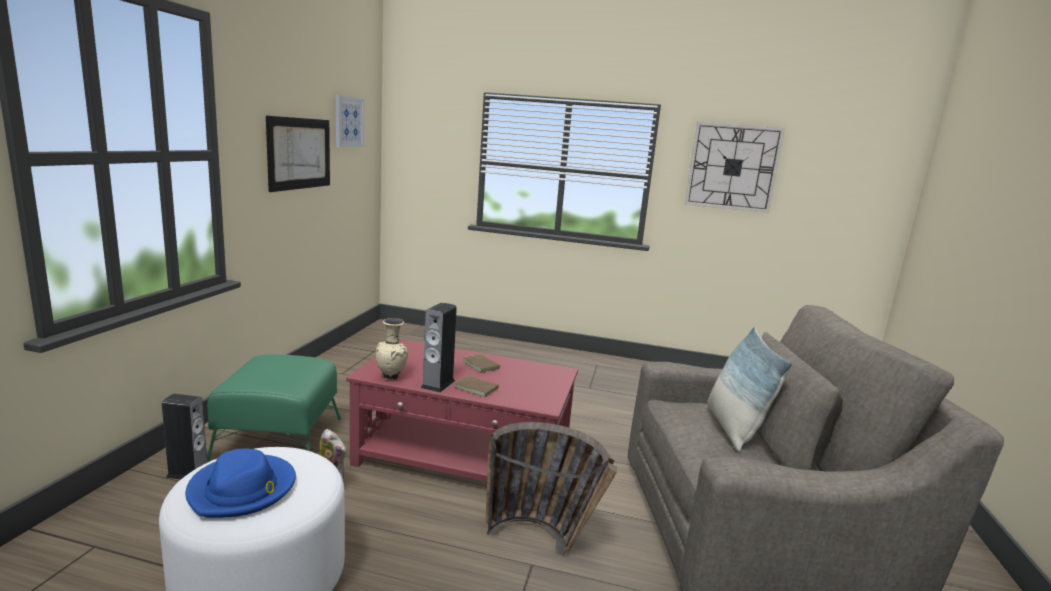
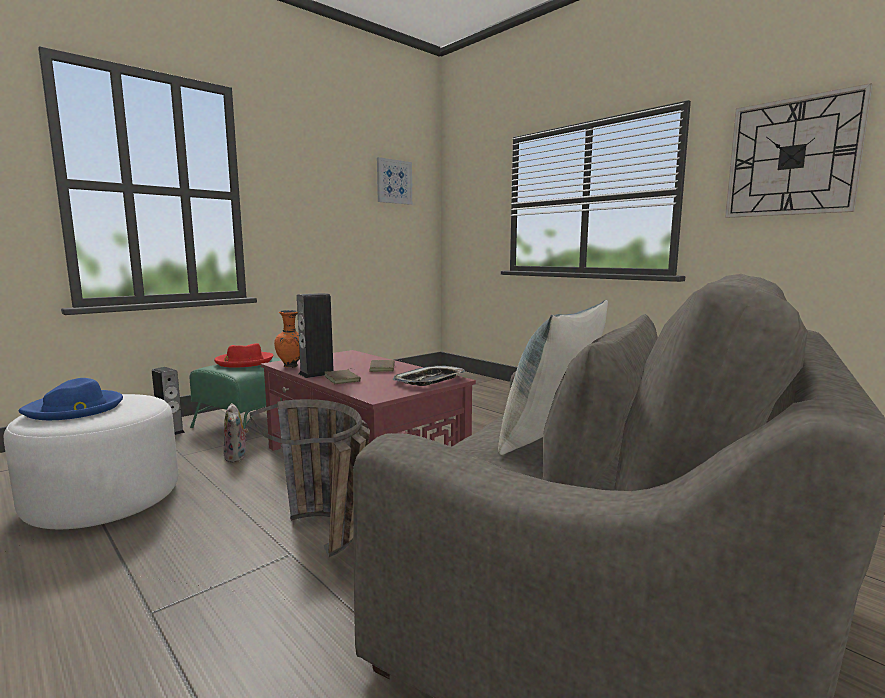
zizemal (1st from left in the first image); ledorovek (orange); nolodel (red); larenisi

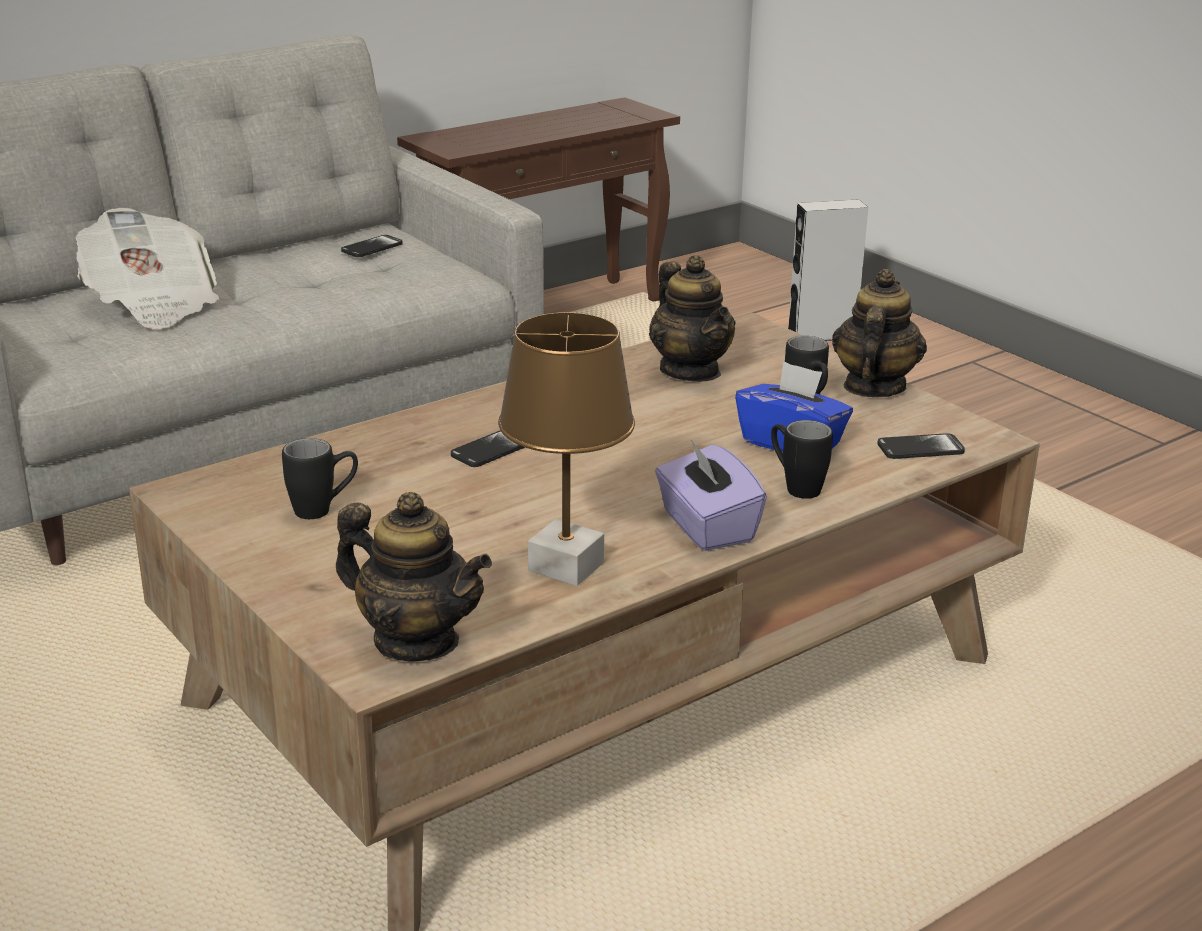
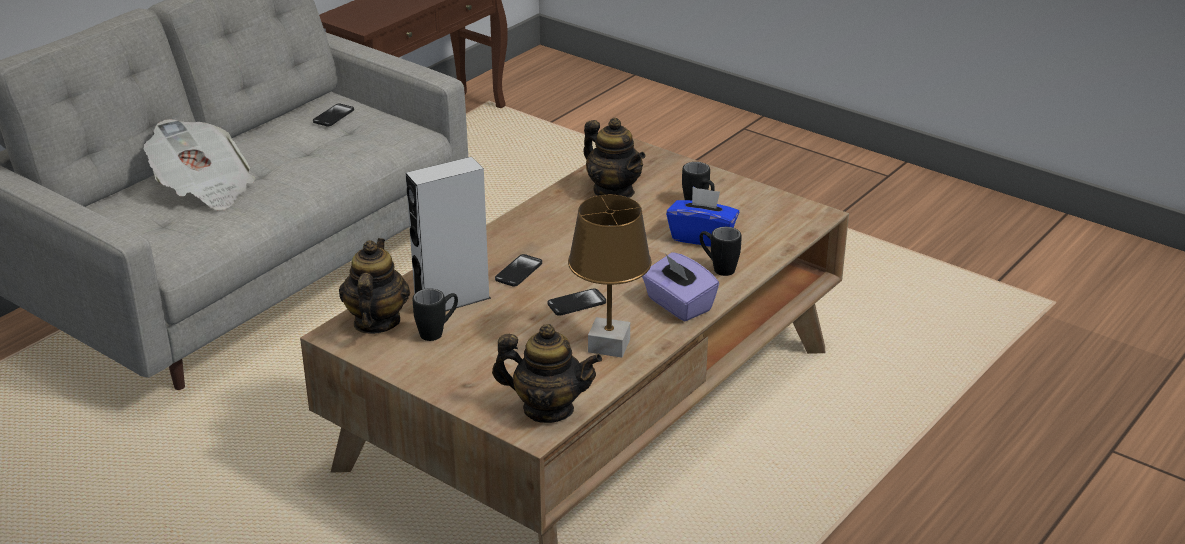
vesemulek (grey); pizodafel (1st from left); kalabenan (3rd from left)

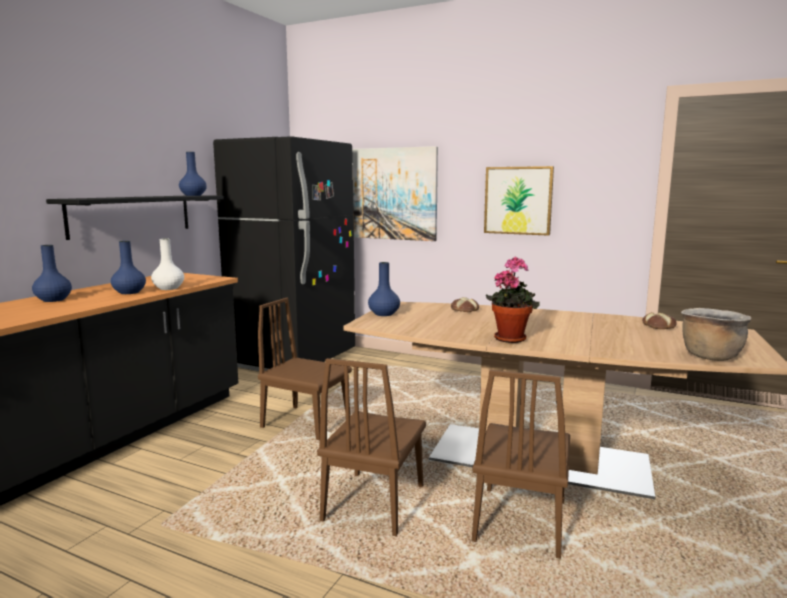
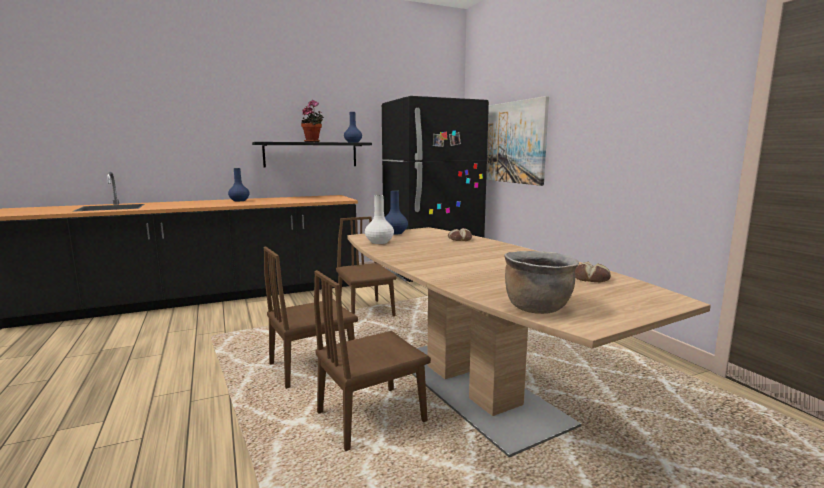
zizemal (2nd from left in the first image); ledorovek (white); ledorovek (blue) (2nd from left in the first image); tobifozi

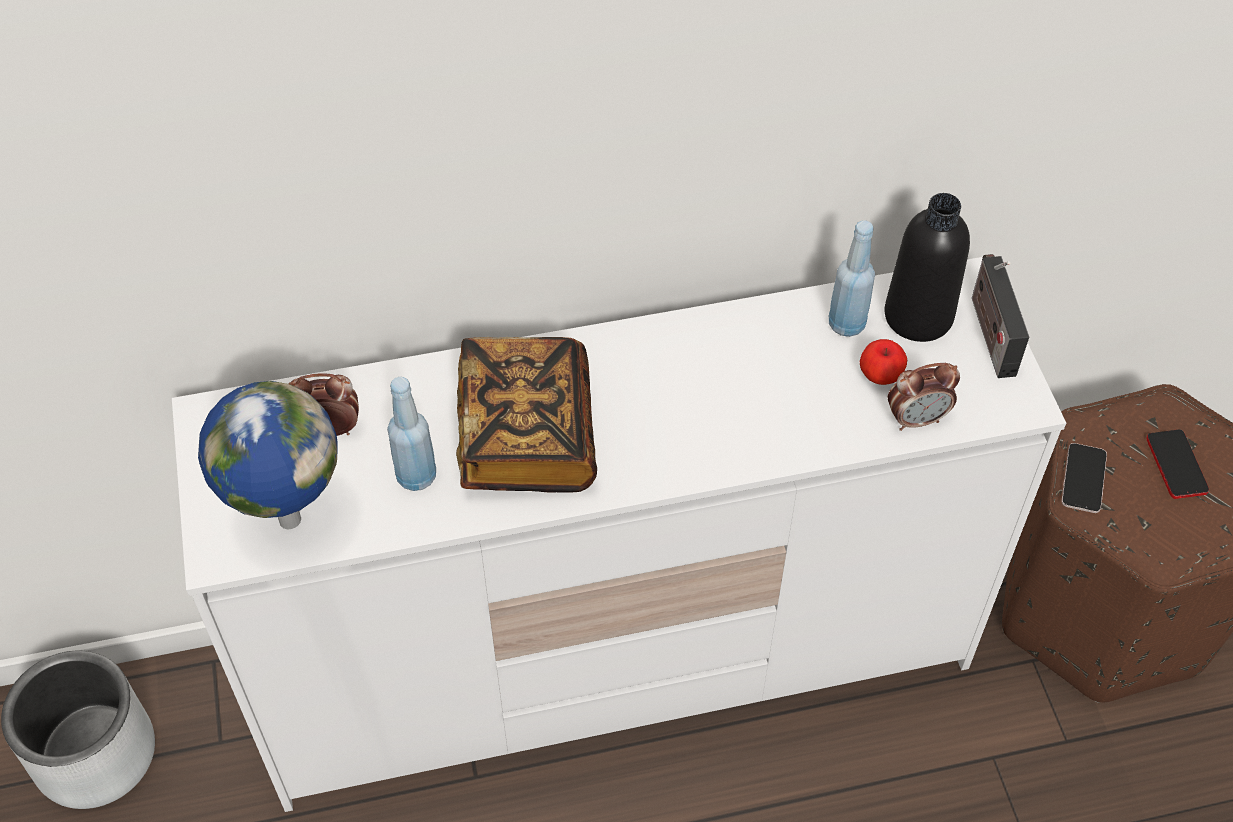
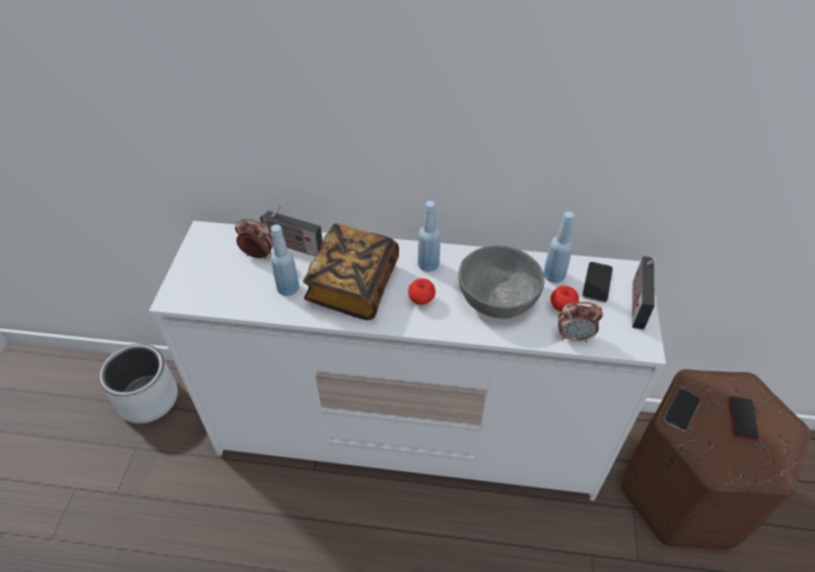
kalabenan (1st from left); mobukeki; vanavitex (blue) (2nd from left); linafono (1st from left); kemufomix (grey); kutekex (1st from left)

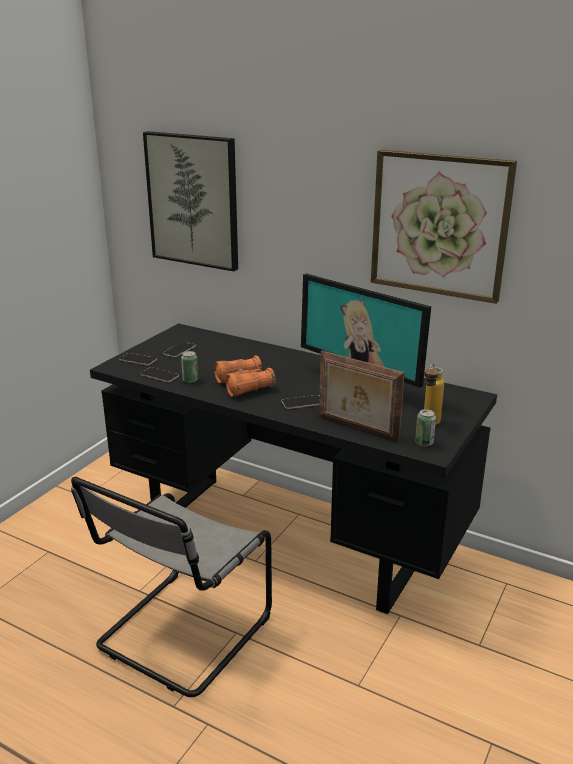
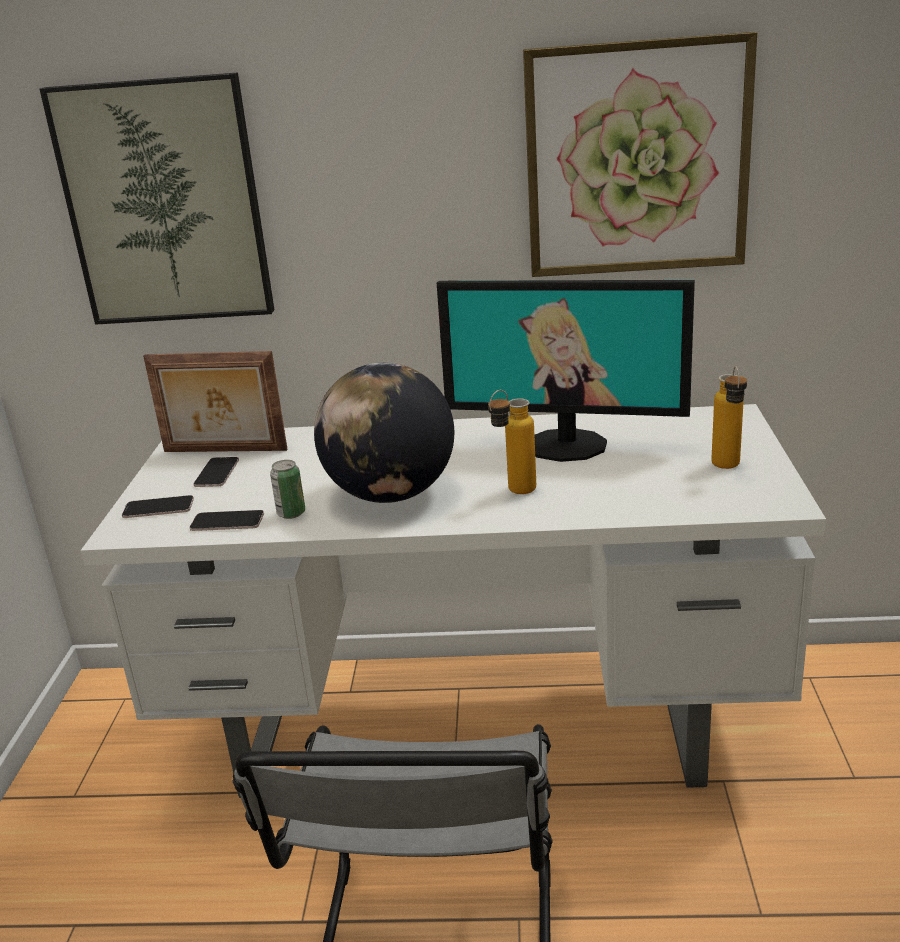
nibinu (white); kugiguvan; mobukeki; vanavitex (1st from left); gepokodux (2nd from left in the first image)

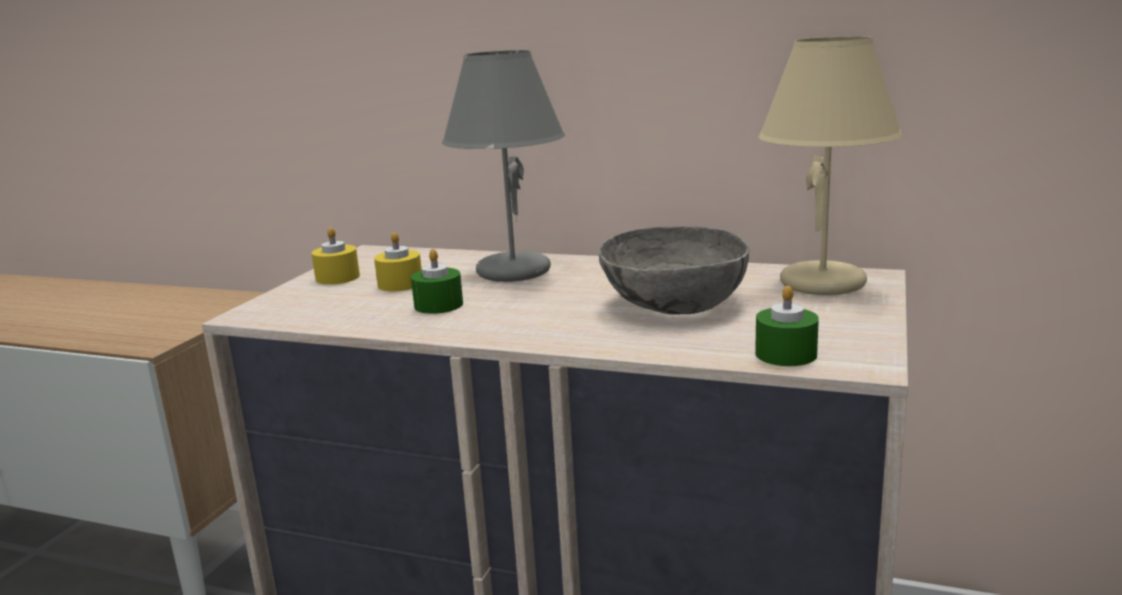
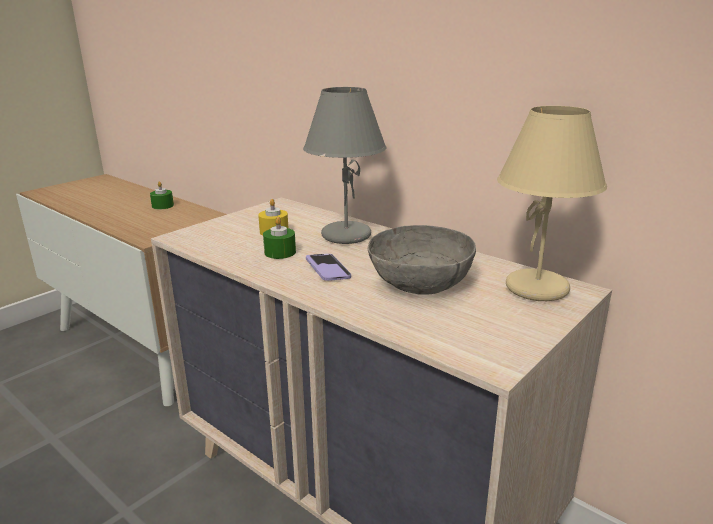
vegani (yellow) (1st from left in the first image); vegani (green) (1st from left); kalabenan

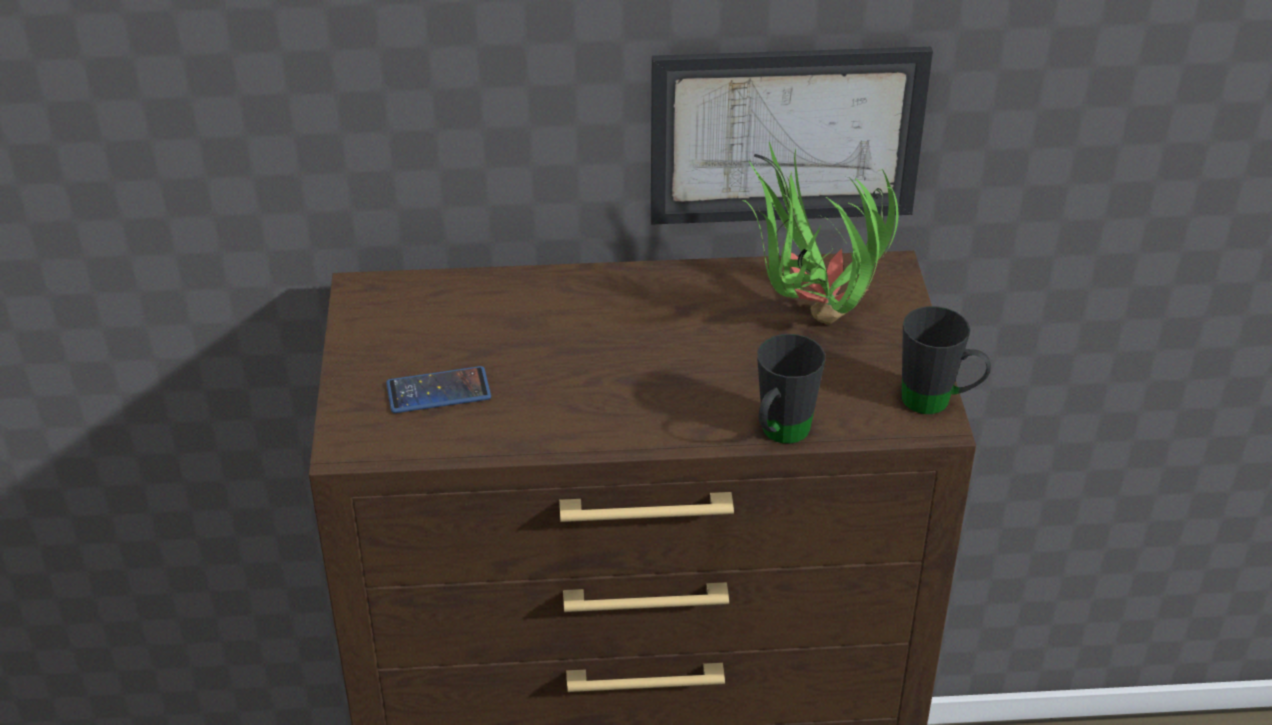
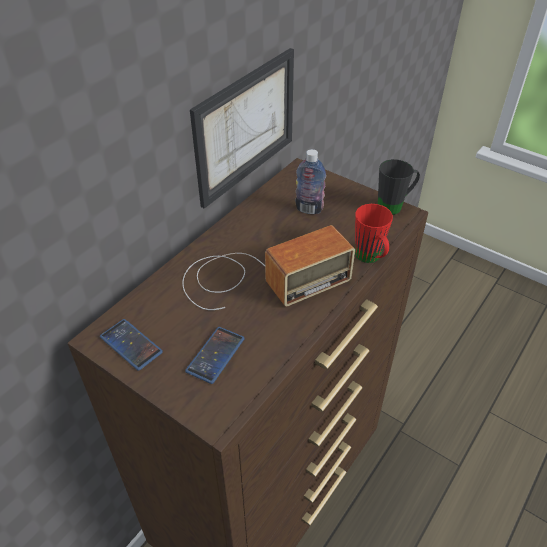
vanavitex; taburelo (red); linafono; kalabenan (1st from left)

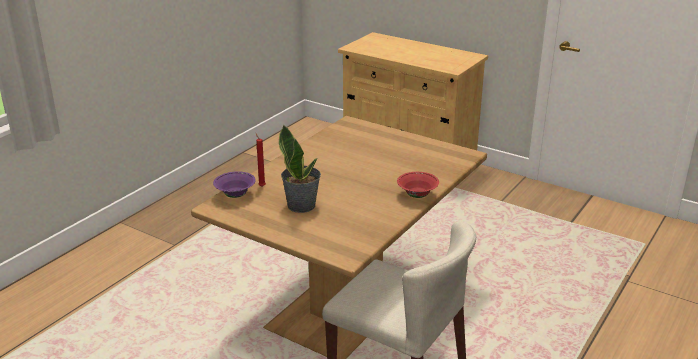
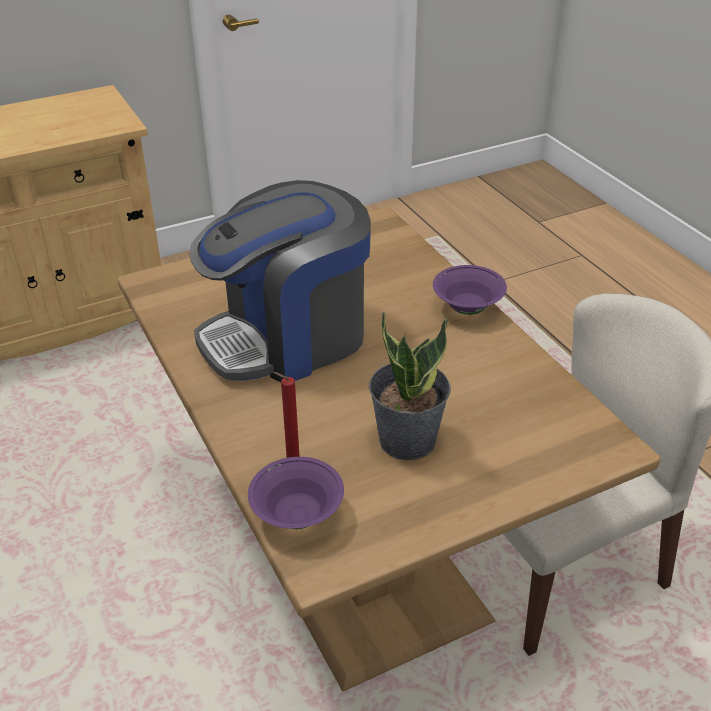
kemufomix (purple) (2nd from left); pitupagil

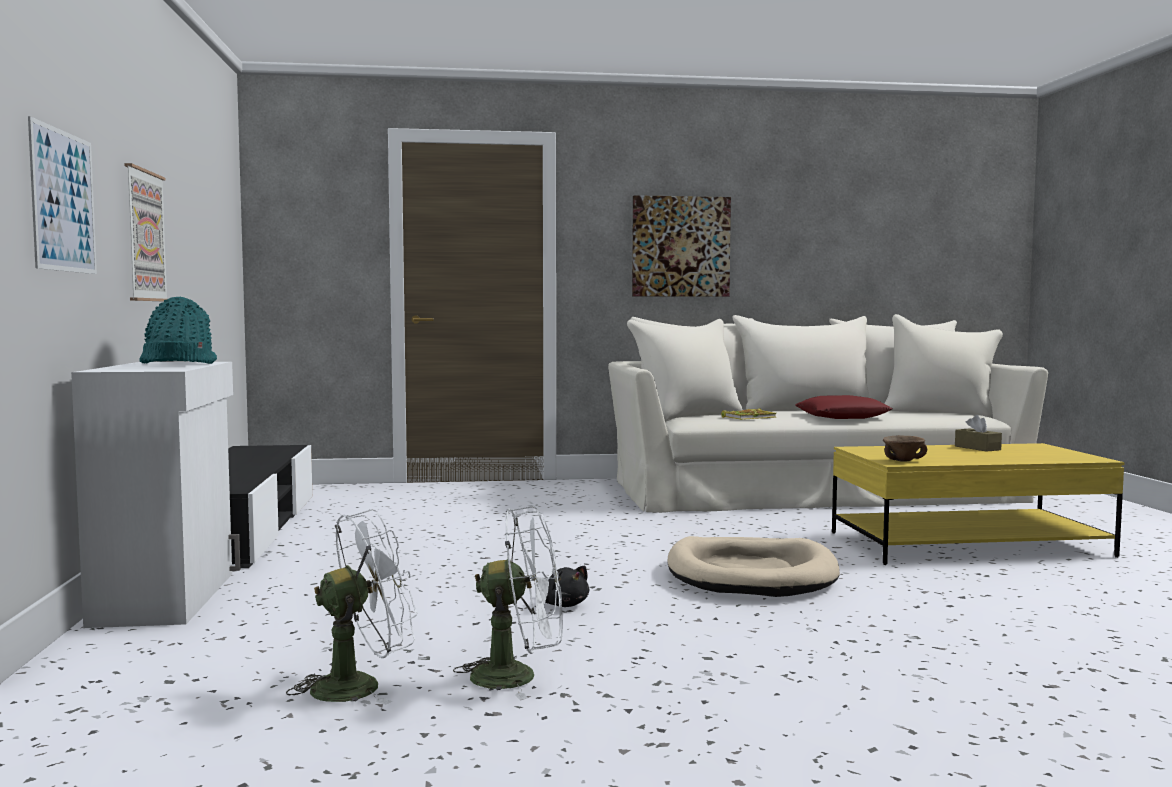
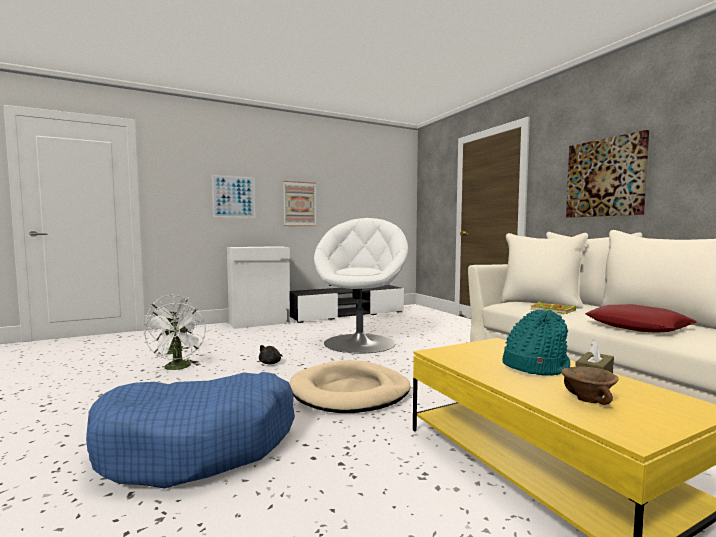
nolodel (turquoise); kemufomix (brown); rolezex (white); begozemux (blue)

